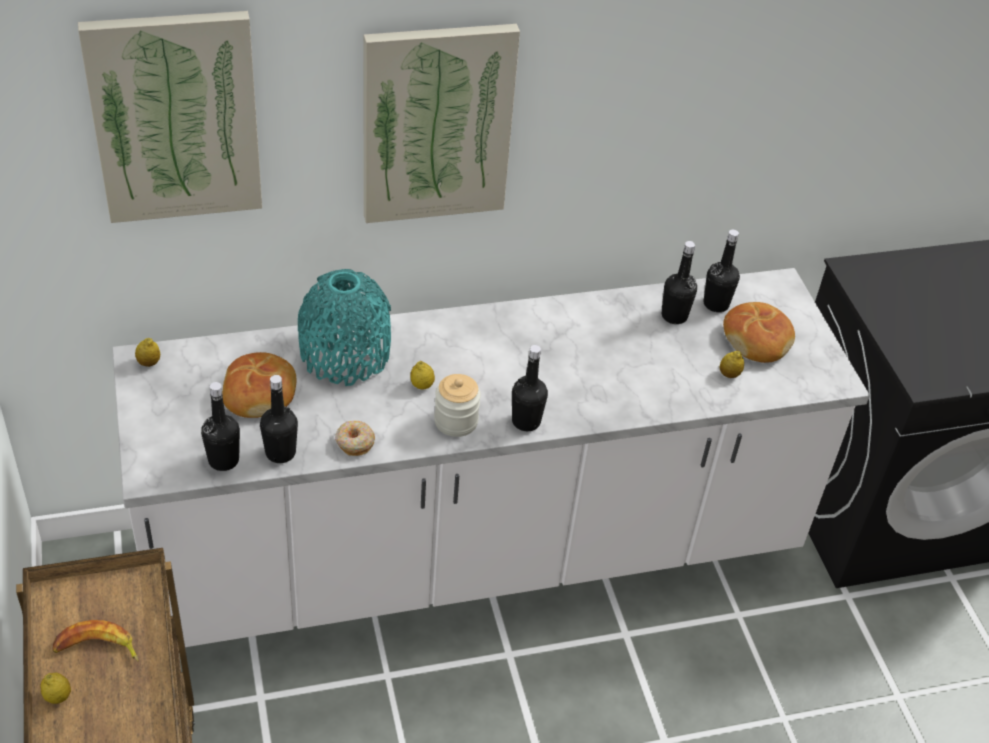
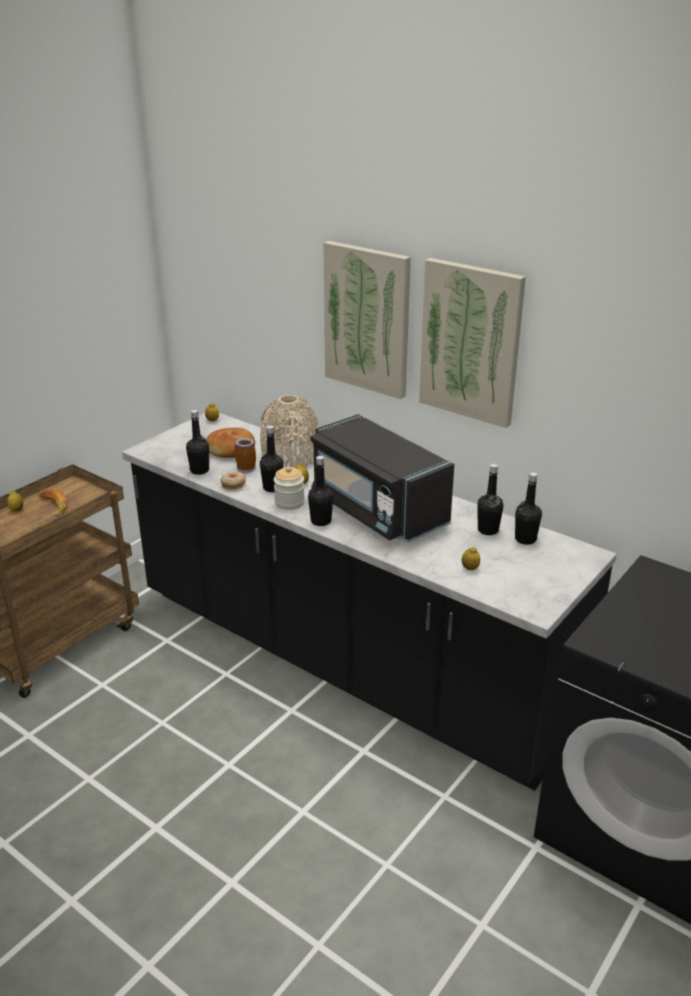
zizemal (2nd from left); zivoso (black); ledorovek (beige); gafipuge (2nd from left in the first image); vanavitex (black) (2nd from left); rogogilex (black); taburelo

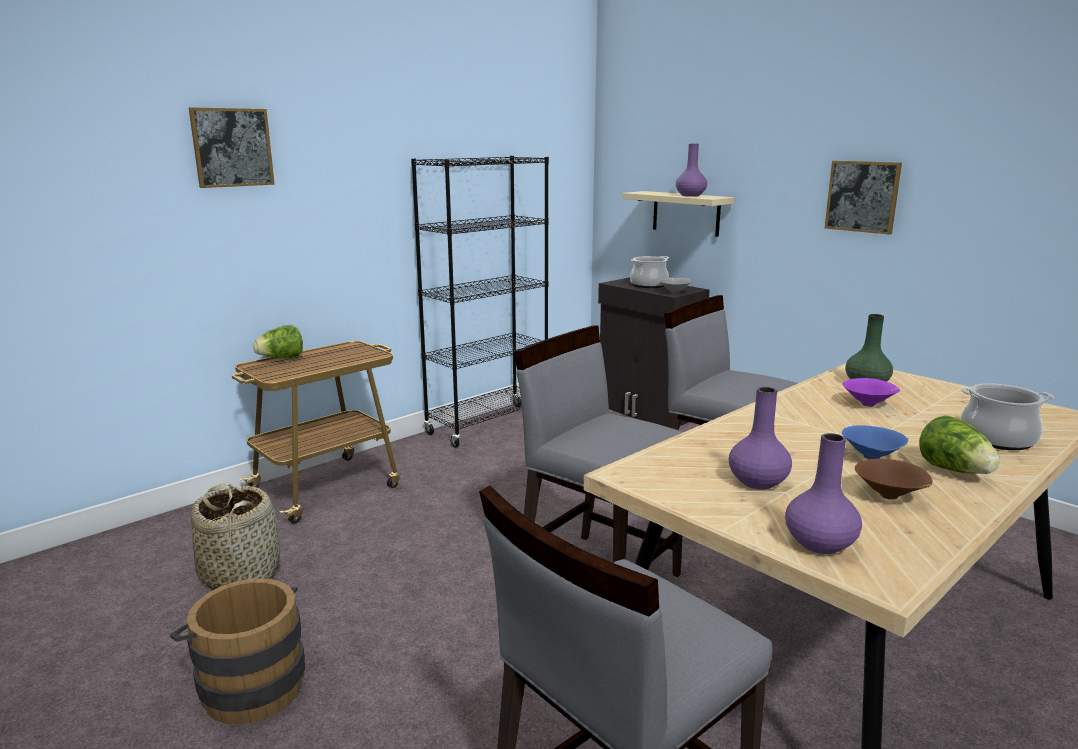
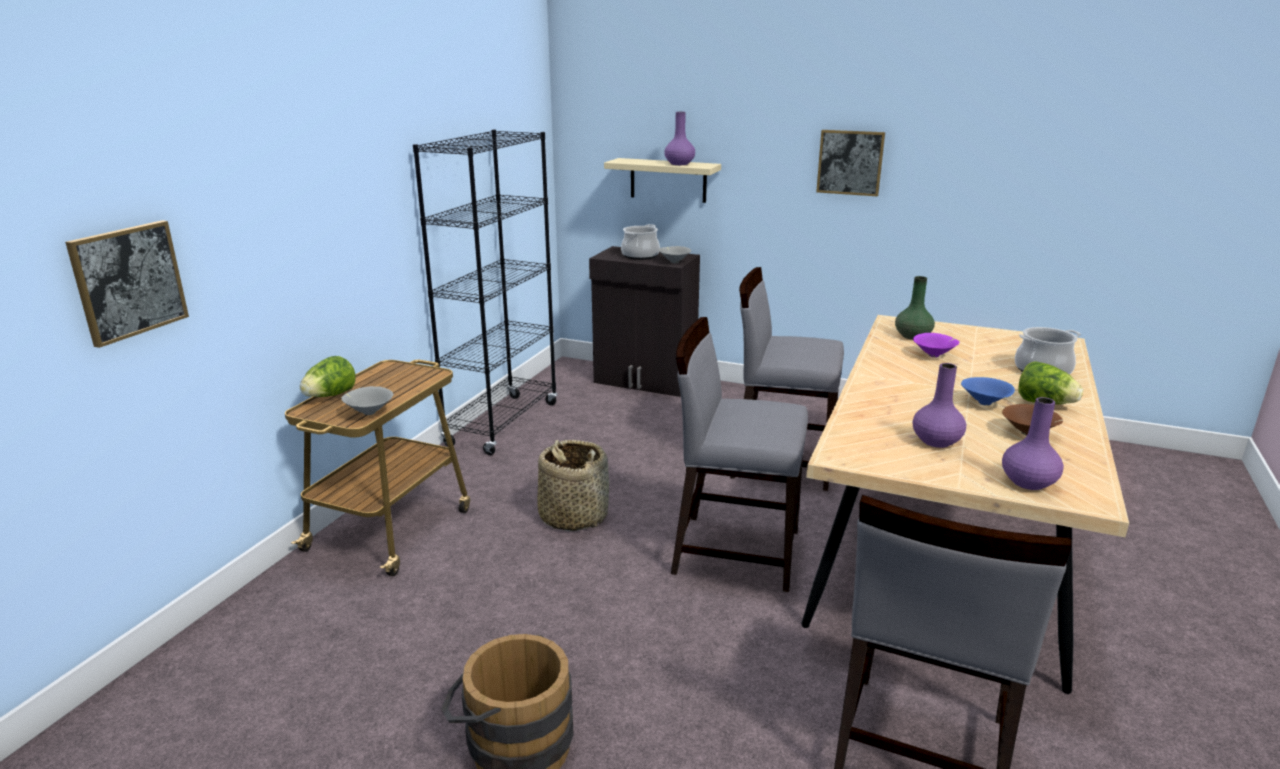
zizemal (1st from left); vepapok; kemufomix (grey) (1st from left)

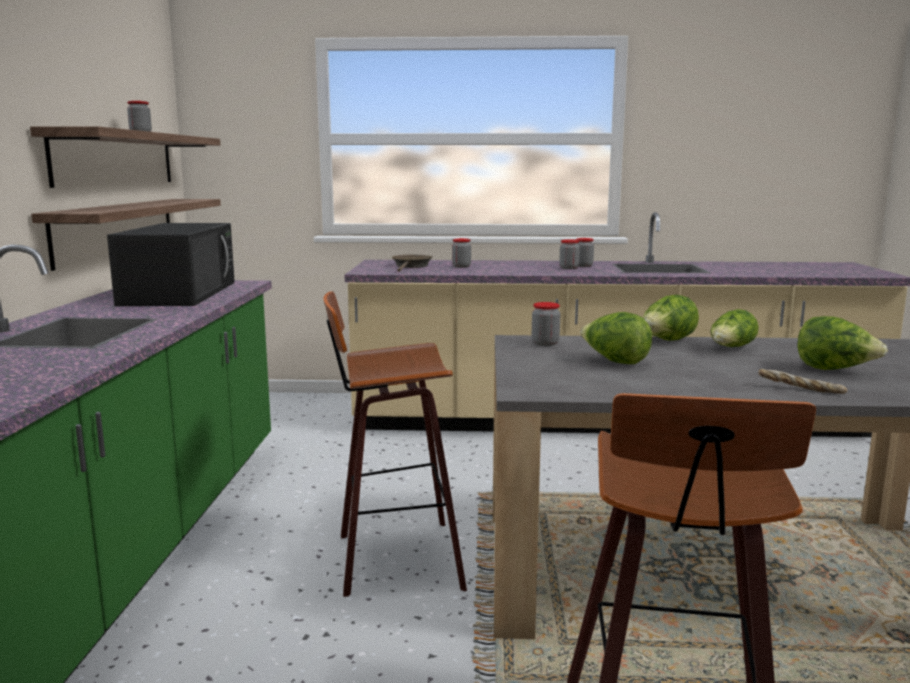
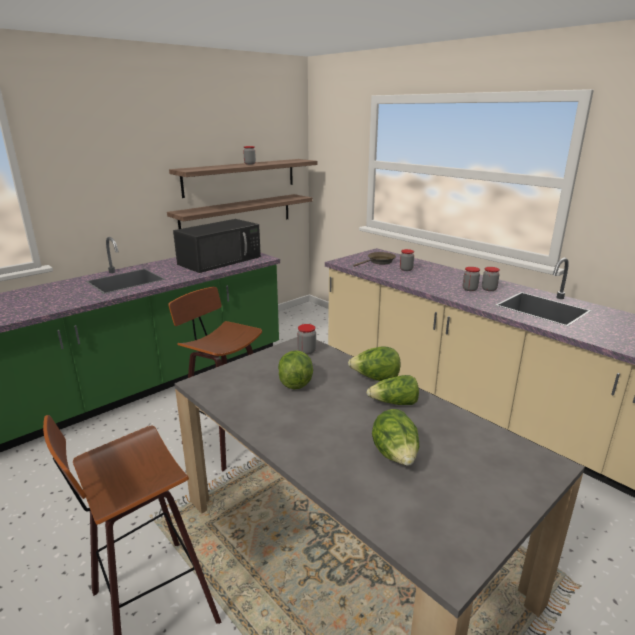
gafipuge

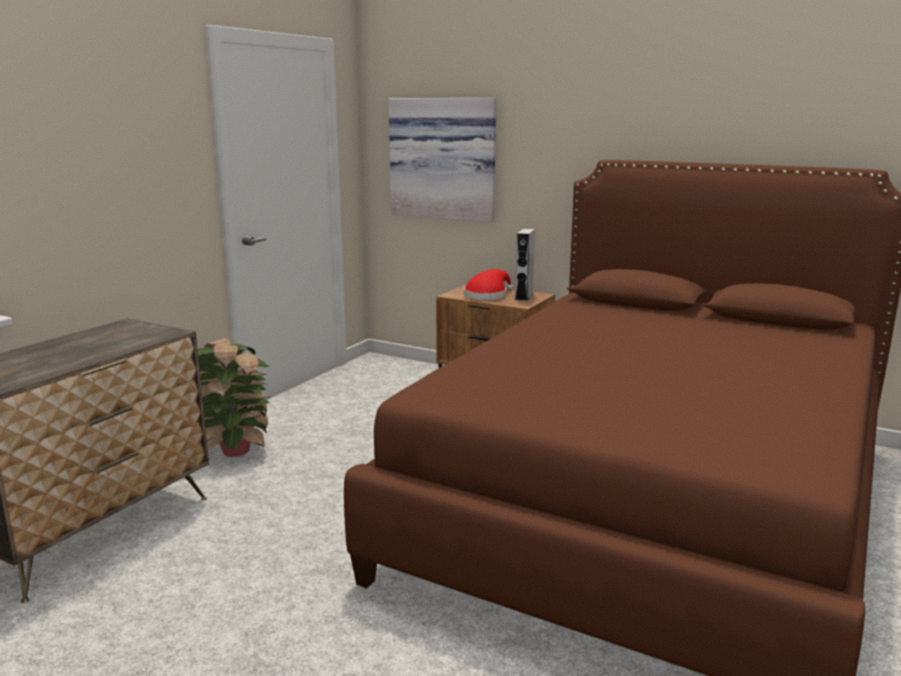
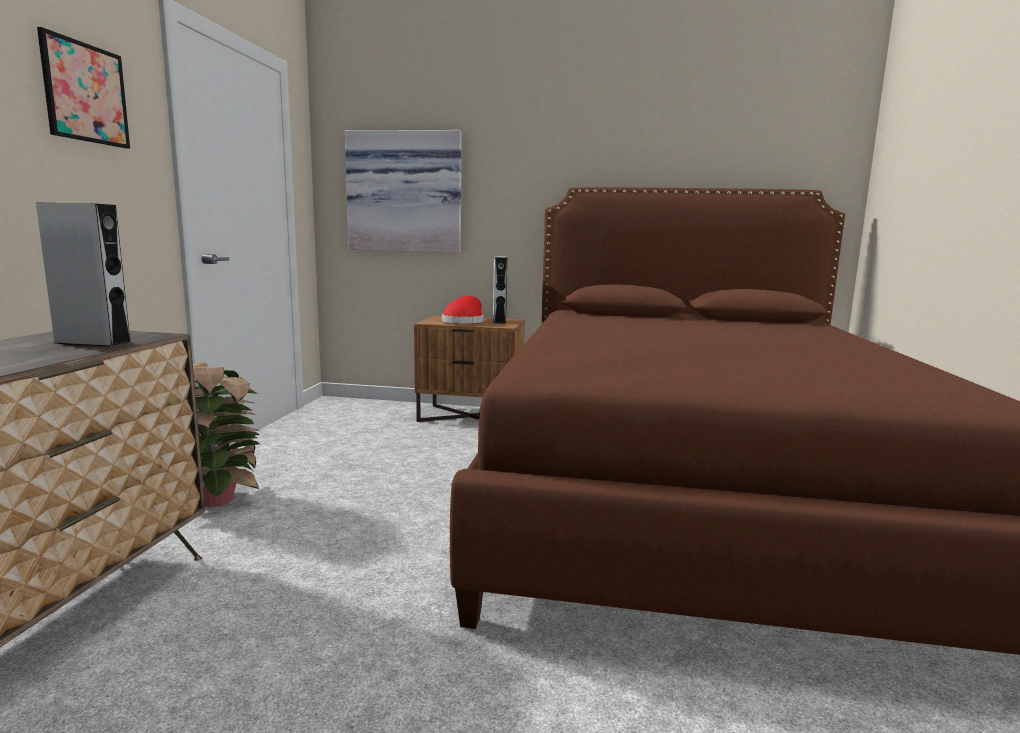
zizemal (1st from left); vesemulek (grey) (1st from left)

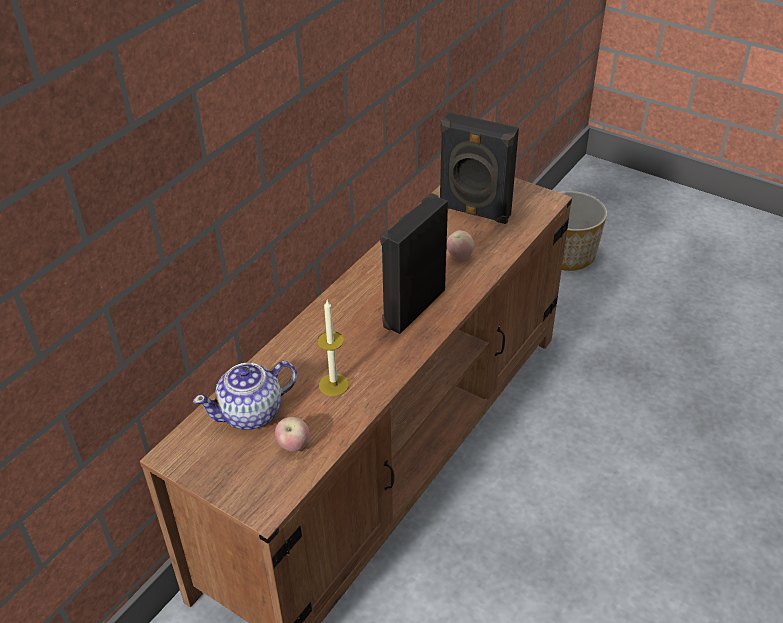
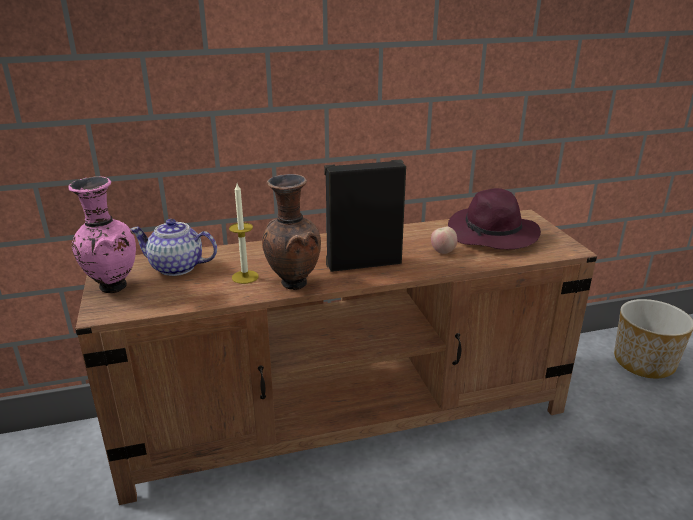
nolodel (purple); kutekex (1st from left in the first image); ledorovek (brown); ledorovek (pink)

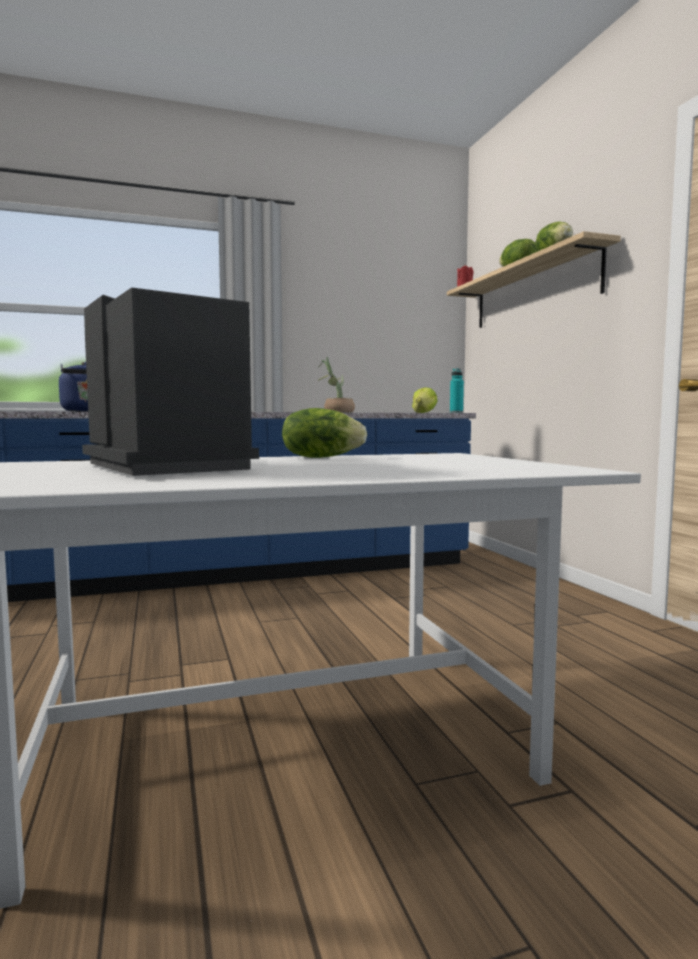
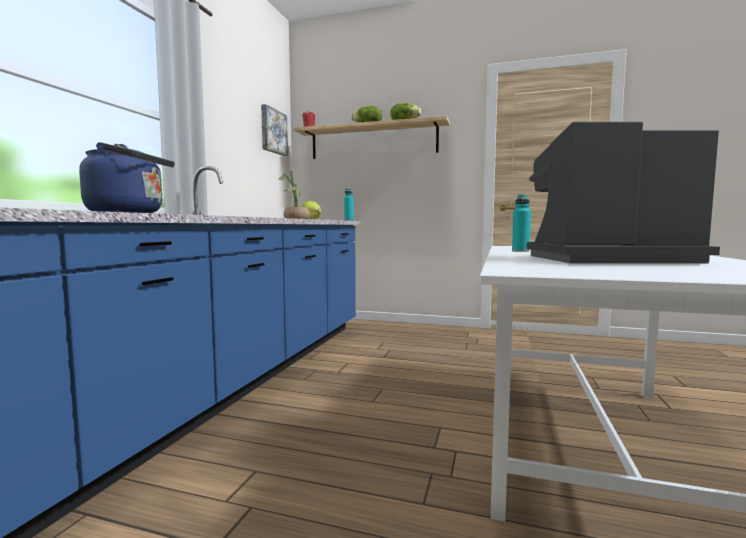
vanavitex (turquoise) (2nd from left); zizemal

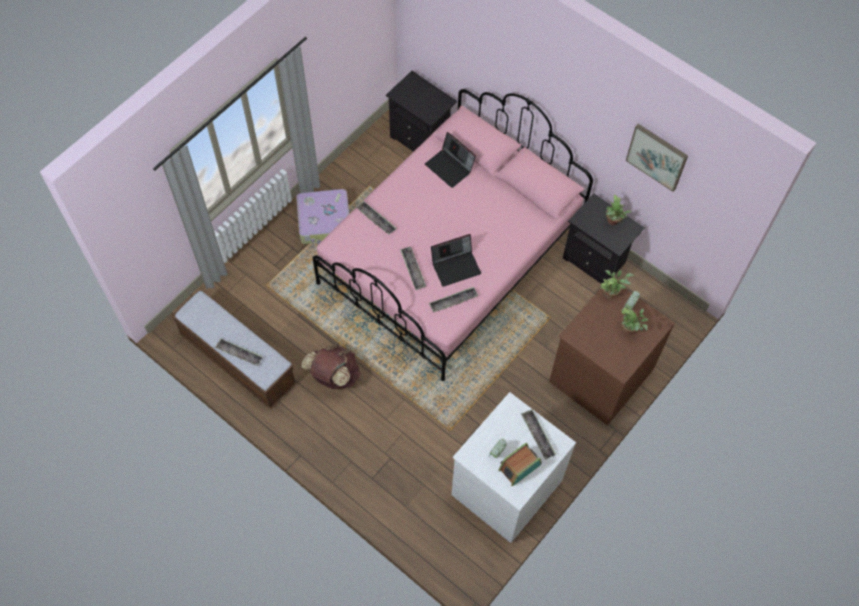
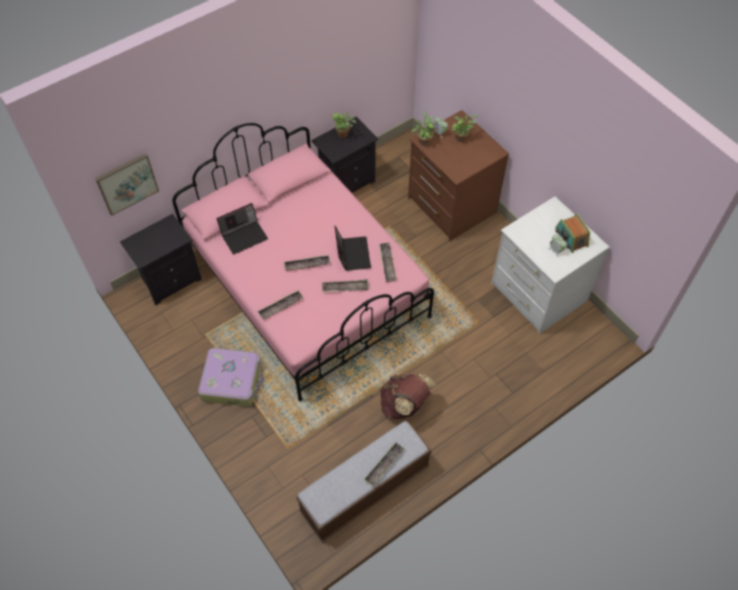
zizemal; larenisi (2nd from left)

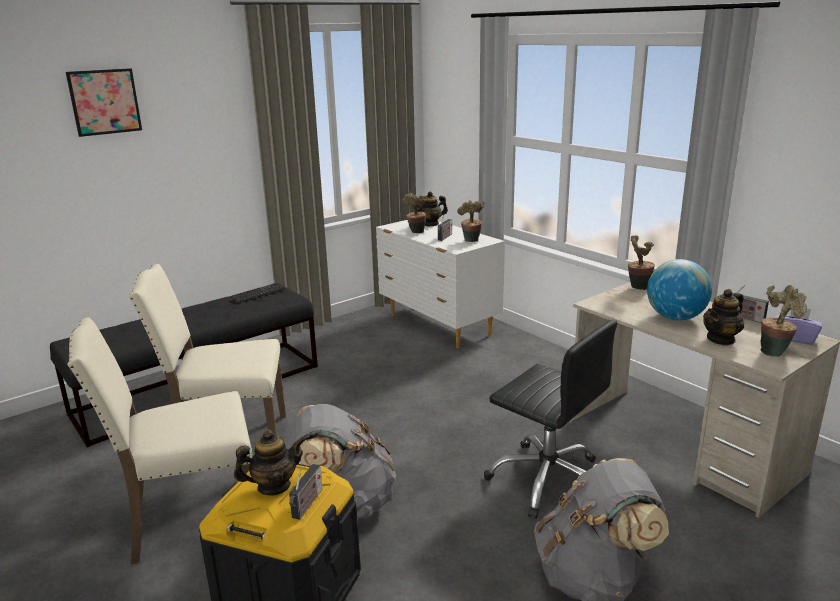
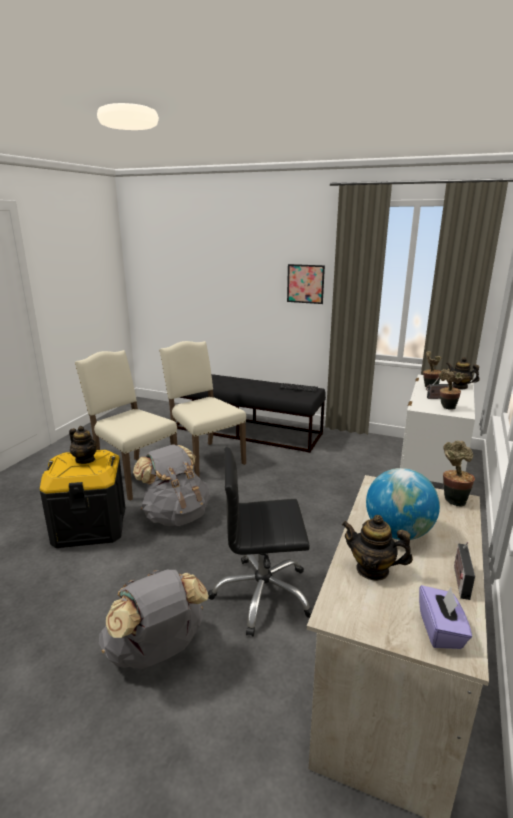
zizemal; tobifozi (4th from left in the first image); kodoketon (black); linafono (1st from left in the first image)

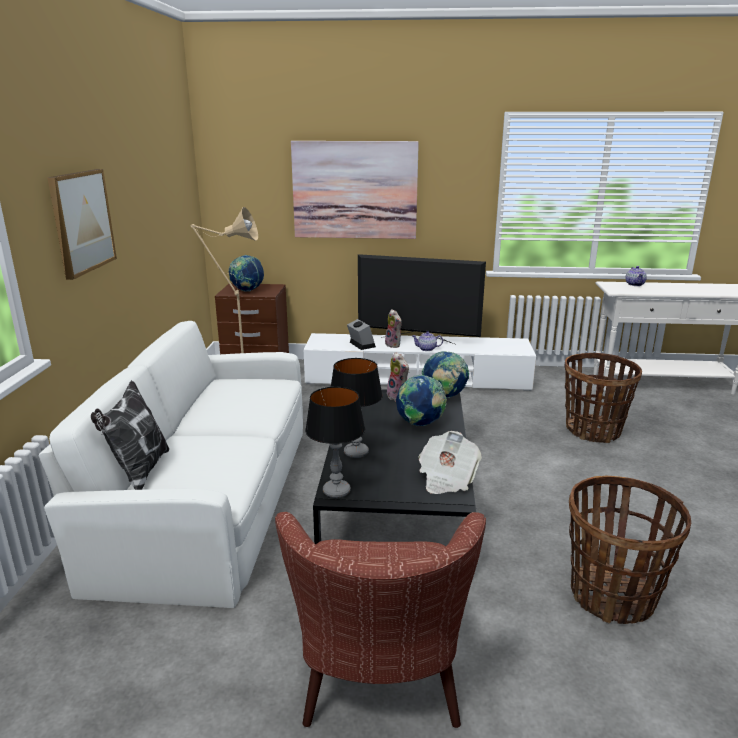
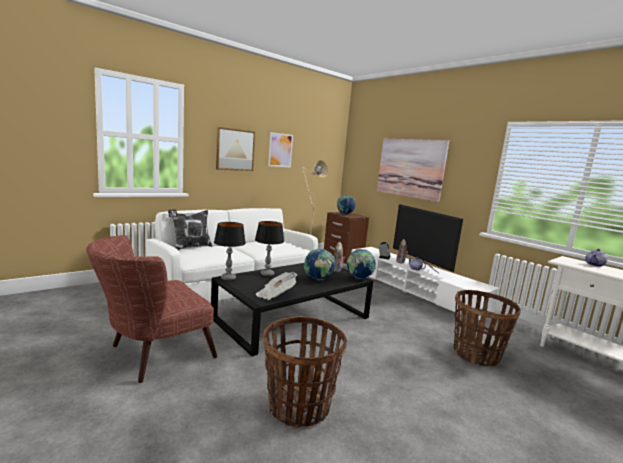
zizemal (2nd from left)

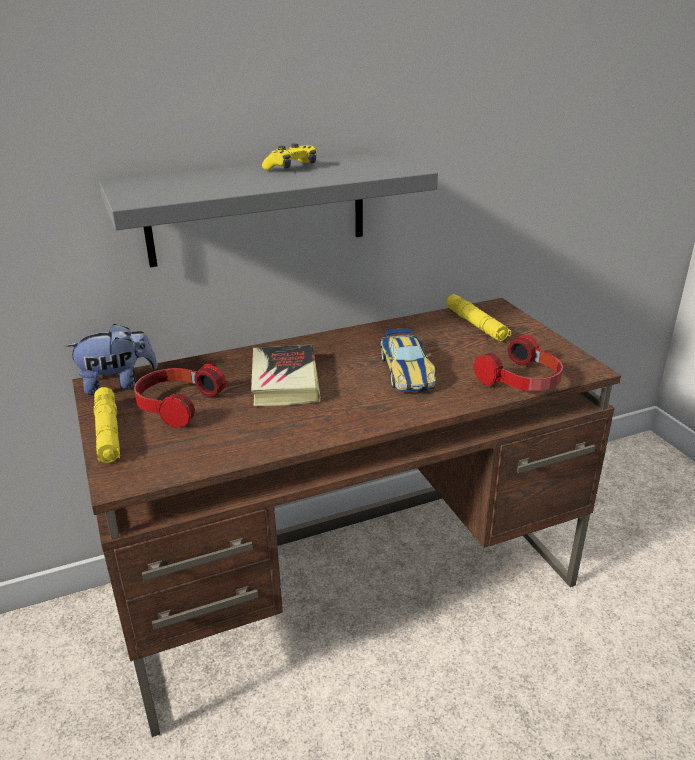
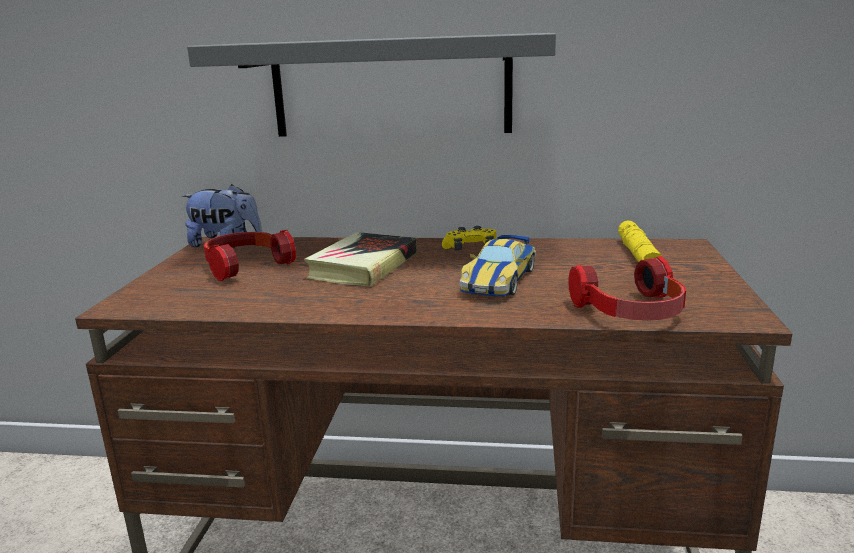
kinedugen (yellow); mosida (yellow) (1st from left in the first image)

